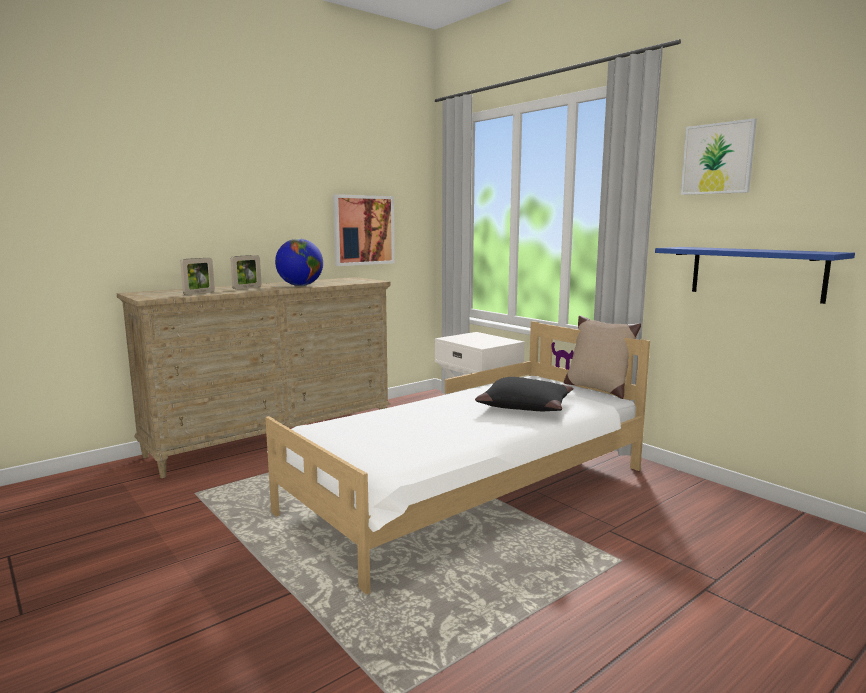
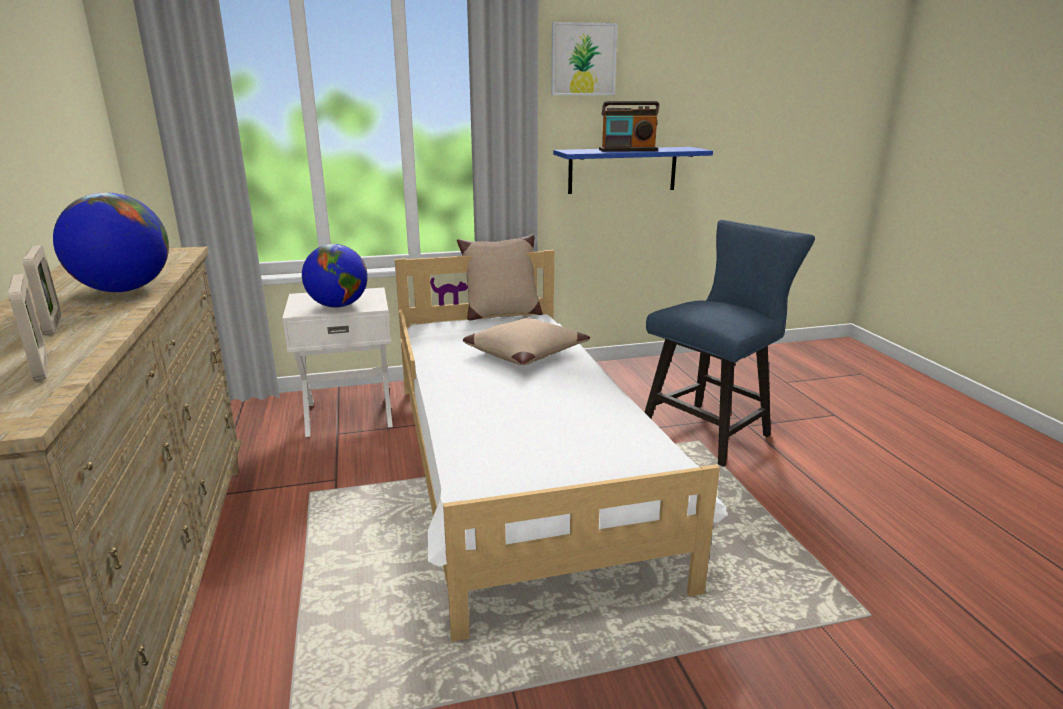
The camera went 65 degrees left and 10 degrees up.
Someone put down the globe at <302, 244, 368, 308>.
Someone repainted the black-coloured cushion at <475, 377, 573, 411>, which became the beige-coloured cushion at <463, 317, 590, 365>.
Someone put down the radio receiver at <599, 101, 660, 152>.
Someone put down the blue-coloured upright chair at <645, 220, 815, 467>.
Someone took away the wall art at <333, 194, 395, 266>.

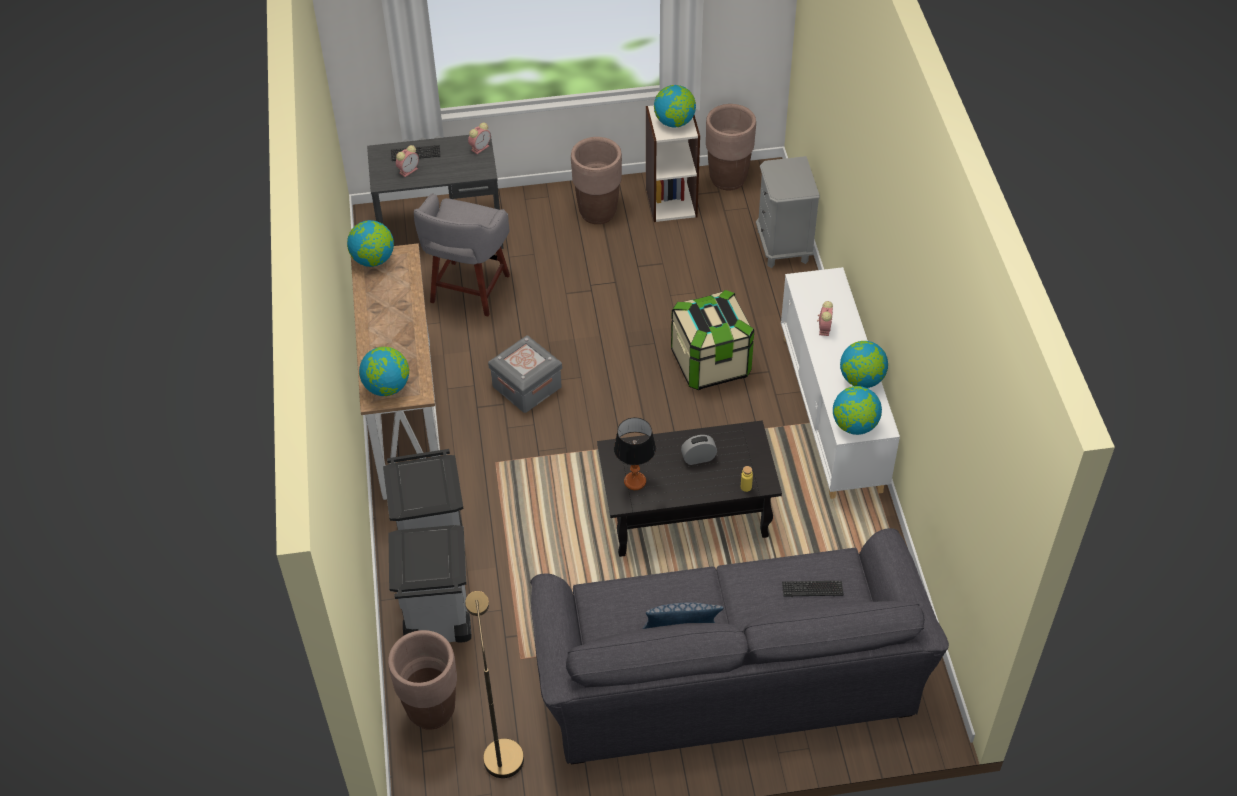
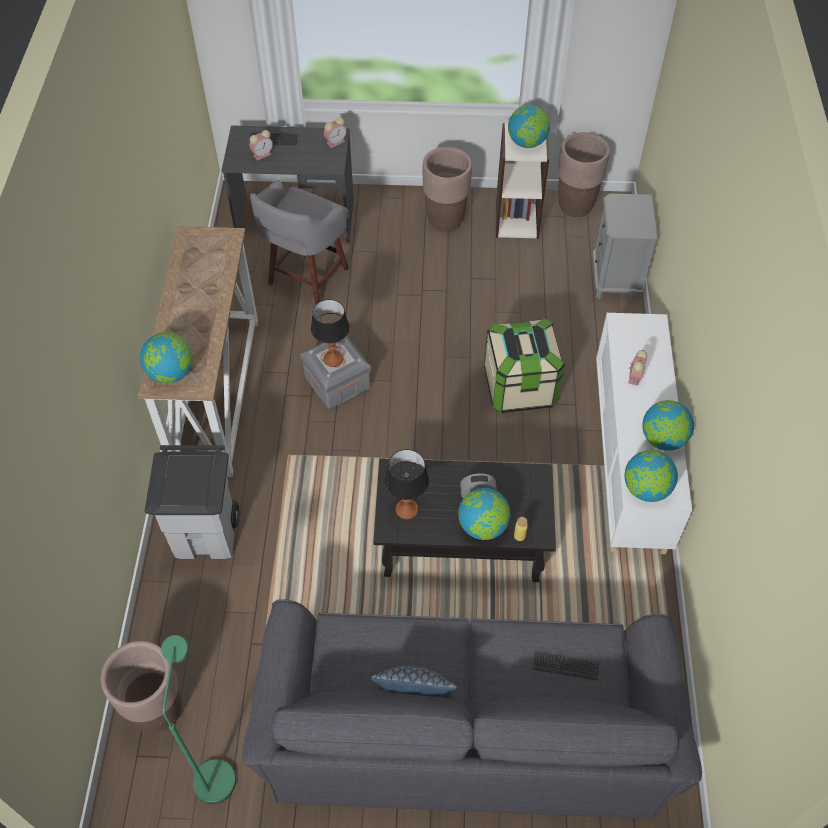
The camera went 10 degrees right and 5 degrees up.
Someone repainted the brownish standing lamp at <465, 591, 524, 778>, which became the green standing lamp at <161, 635, 236, 804>.
Someone put down the tabletop lamp at <311, 299, 350, 367>.
Someone carried the globe from <347, 220, 394, 267> to <458, 488, 511, 540>.
Someone took away the grey rubbish bin at <389, 525, 472, 643>.

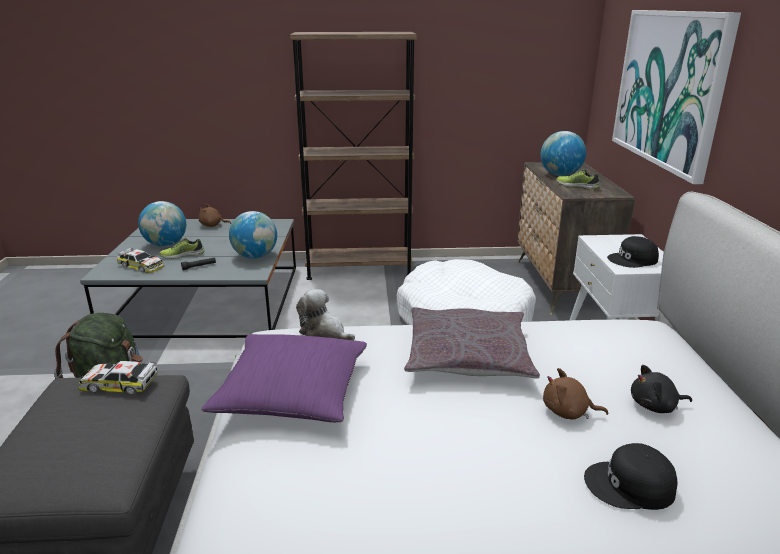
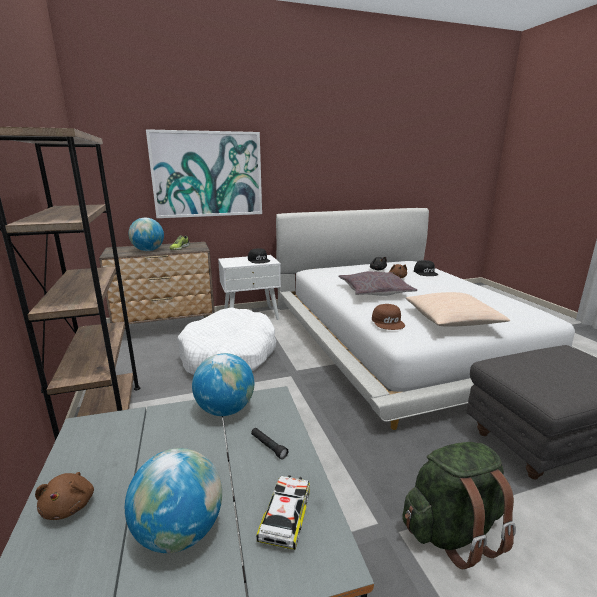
The camera went 105 degrees left and 5 degrees down.
Someone swapped the soft toy at <296, 289, 355, 340> for the brownish cap at <372, 304, 405, 330>.
Someone repainted the purple-coloured cushion at <201, 334, 367, 422>, which became the beige-coloured cushion at <406, 292, 510, 327>.
Someone took away the miniature car at <78, 361, 158, 395>.
Someone took away the item of footwear at <159, 238, 204, 259>.

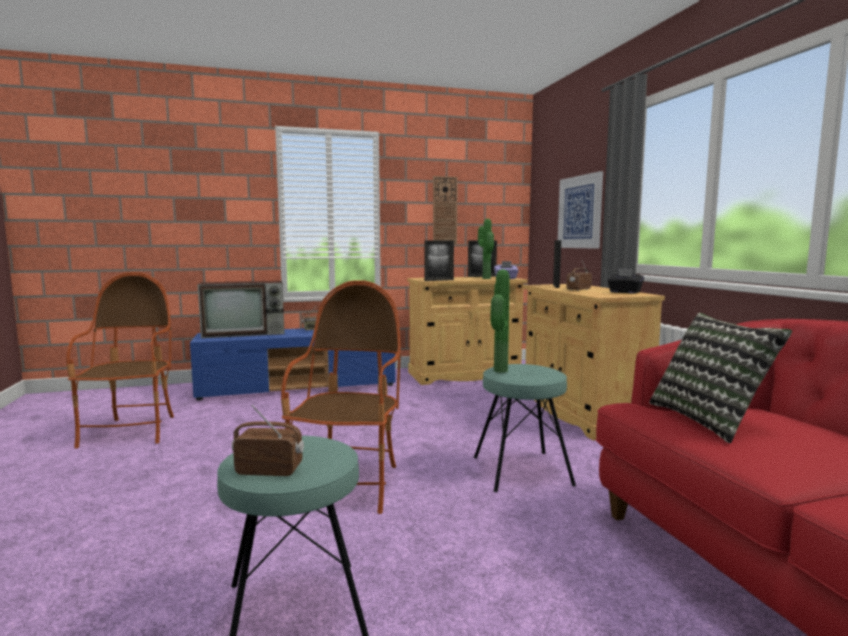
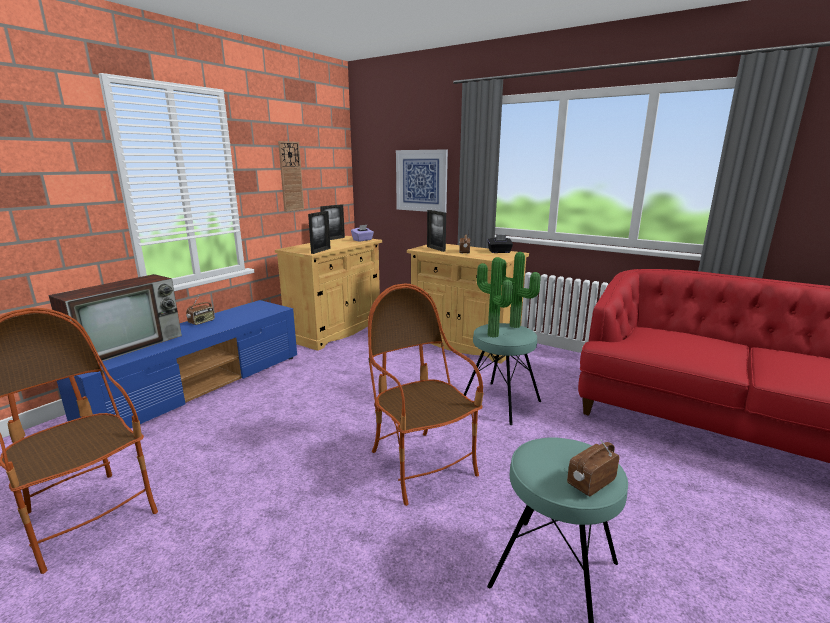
The camera went 40 degrees left and 10 degrees up.
Someone carried the houseplant from <478, 219, 494, 279> to <502, 252, 540, 328>.
Someone took away the cushion at <649, 313, 792, 444>.

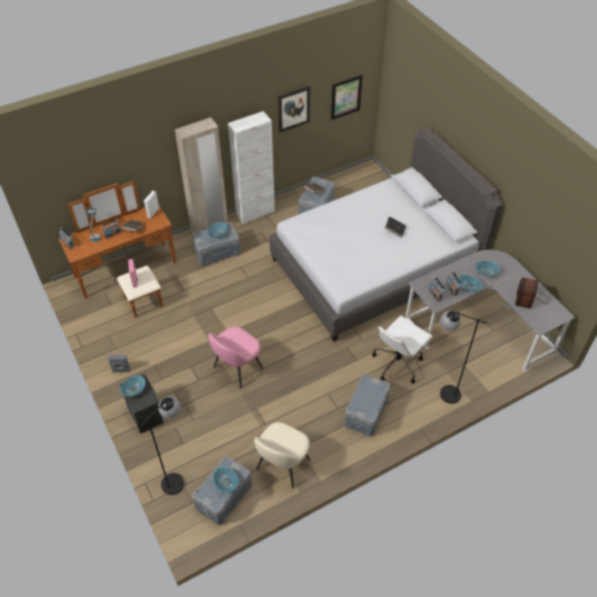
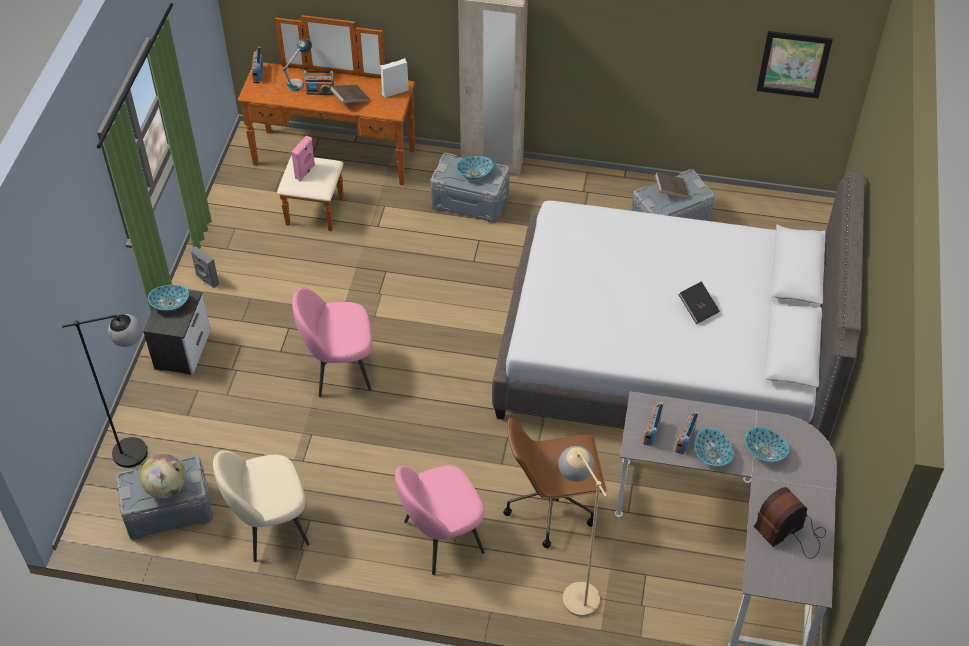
The camera went 40 degrees right and 0 degrees up.
Someone swapped the deep dish at <213, 467, 239, 492> for the globe at <140, 454, 186, 499>.
Someone swapped the grey storage bin at <344, 374, 391, 436> for the pink upright chair at <395, 465, 485, 575>.
Someone repainted the white-coloured office chair at <372, 316, 432, 383>, which became the brownish office chair at <503, 417, 606, 548>.
Someone repainted the black-coloured standing lamp at <440, 311, 487, 404>, which became the beige-coloured standing lamp at <558, 446, 607, 617>.
Someone took away the white-coloured storage cabinet at <228, 111, 275, 224>.
Someone took away the wall art at <278, 86, 310, 133>.

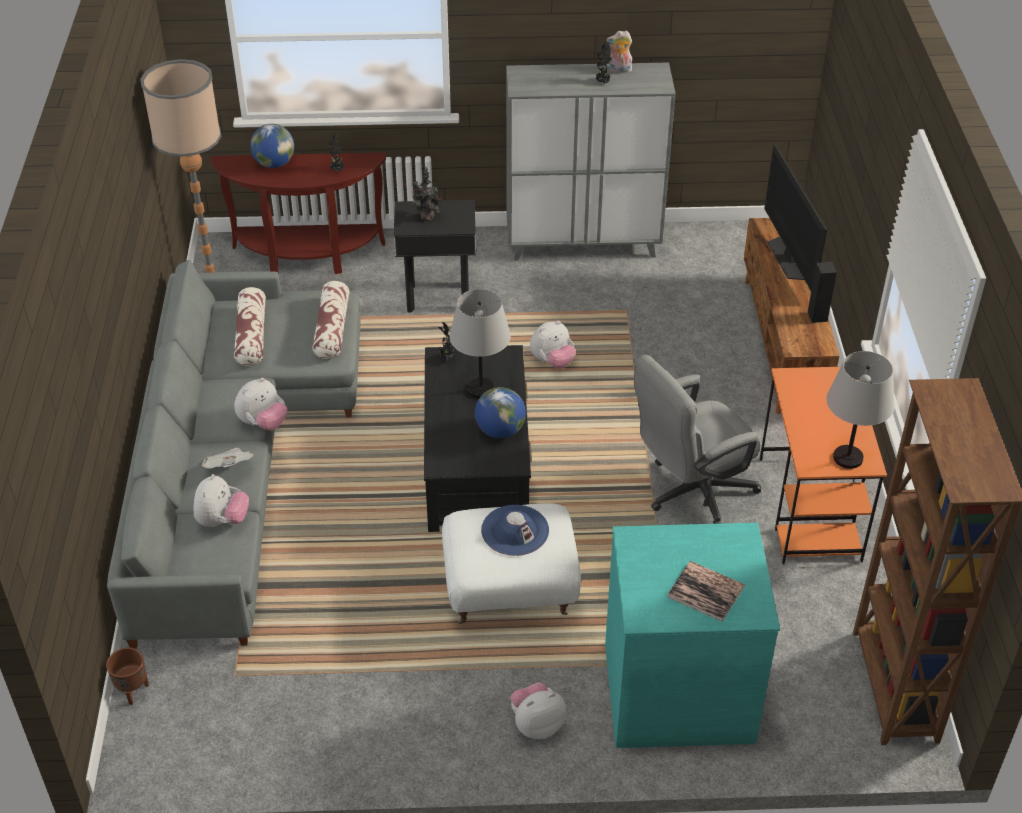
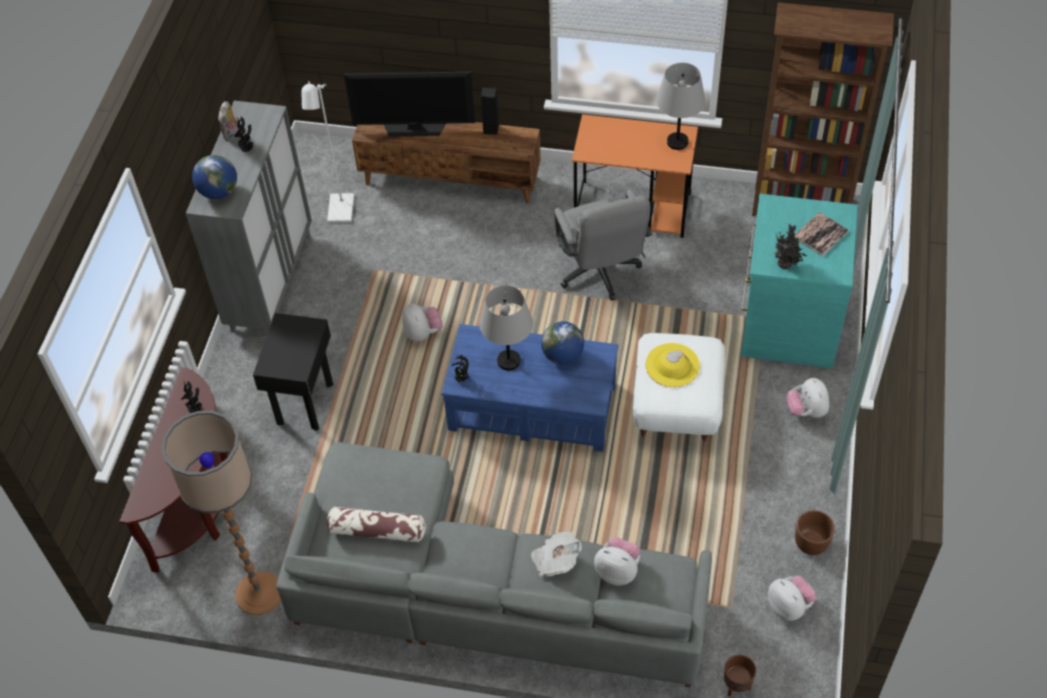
The camera went 75 degrees left and 10 degrees up.
Someone carried the globe from <250, 124, 294, 168> to <192, 155, 237, 199>.
Someone put down the white-coloured standing lamp at <302, 81, 354, 223>.
Someone repainted the black-coloured low table at <424, 345, 532, 532>, which became the blue-coloured low table at <441, 324, 619, 452>.
Someone repainted the blue-coloured clothing hat at <481, 505, 549, 556>, which became the yellowish clothing hat at <645, 343, 700, 387>.
Someone carried the soft toy from <234, 378, 287, 430> to <768, 576, 816, 621>.
Someone carried the houseplant from <412, 167, 444, 221> to <774, 224, 807, 269>.
Someone put down the brownish flower pot at <795, 510, 835, 555>.
Someone took away the cushion at <312, 281, 350, 359>.

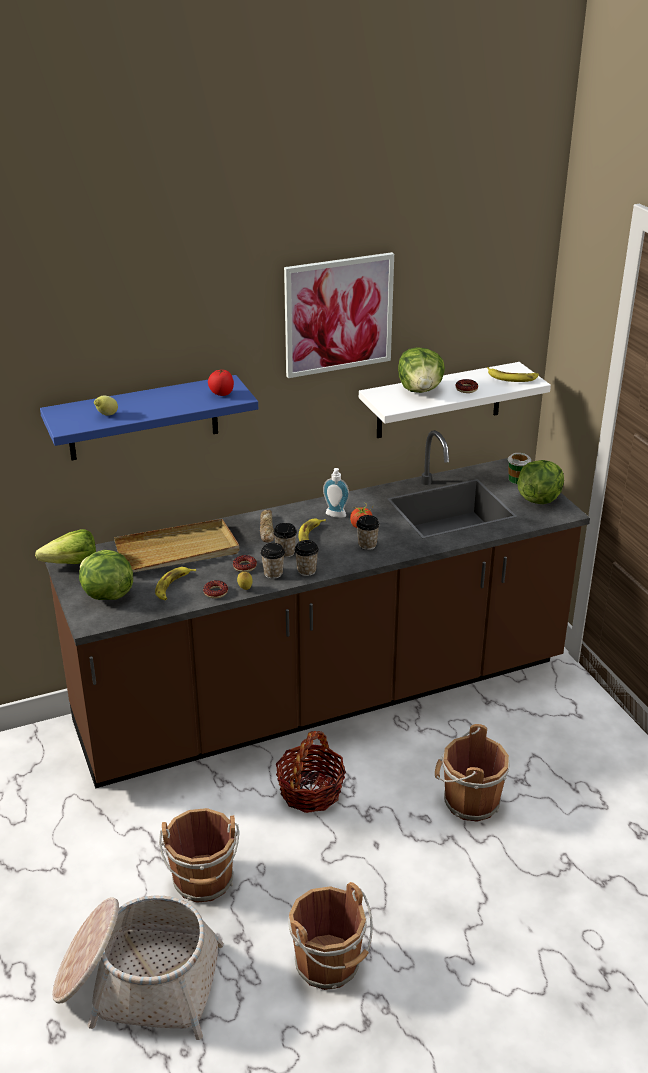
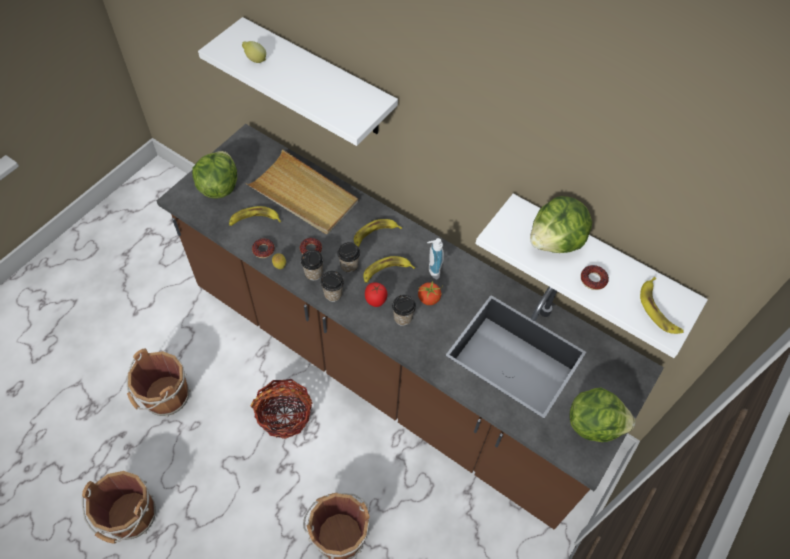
The camera went 55 degrees right and 25 degrees up.
Someone repainted the blue-coloured wall shelf at <40, 375, 258, 460>, which became the white-coloured wall shelf at <198, 17, 398, 146>.
Someone swapped the baked bread at <260, 510, 274, 543> for the banana at <354, 219, 402, 247>.
Someone carried the fresh tomato from <208, 369, 234, 396> to <365, 282, 387, 307>.
Someone took away the lettuce at <35, 529, 96, 564>.
Someone took away the basket at <52, 896, 224, 1040>.
Someone took away the wall art at <284, 252, 394, 378>.
Someone took away the small cup at <508, 453, 531, 484>.

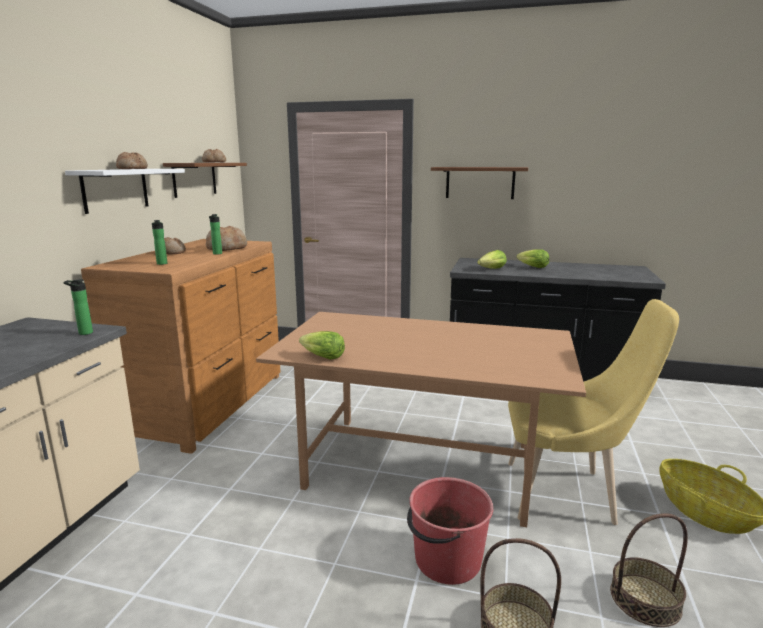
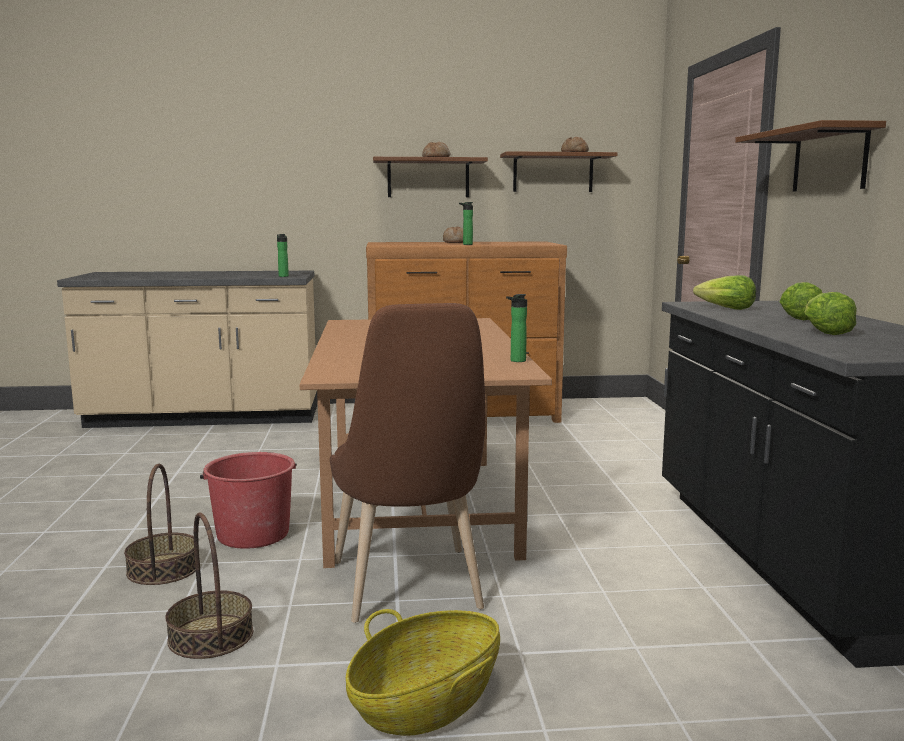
The camera went 70 degrees right and 5 degrees down.
Someone repainted the yellowish upright chair at <508, 299, 679, 525>, which became the brownish upright chair at <330, 303, 486, 623>.
Someone repainted the white-coloured wall shelf at <65, 169, 185, 214>, which became the brownish wall shelf at <373, 157, 488, 197>.
Someone carried the beverage bottle from <152, 220, 167, 265> to <506, 294, 527, 362>.
Someone carried the lettuce from <299, 331, 345, 360> to <804, 292, 857, 335>.
Someone took away the baked bread at <206, 226, 247, 251>.

